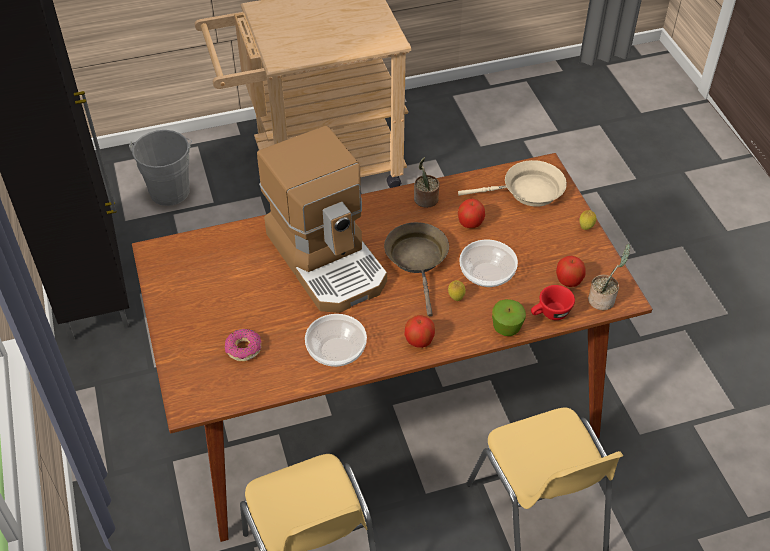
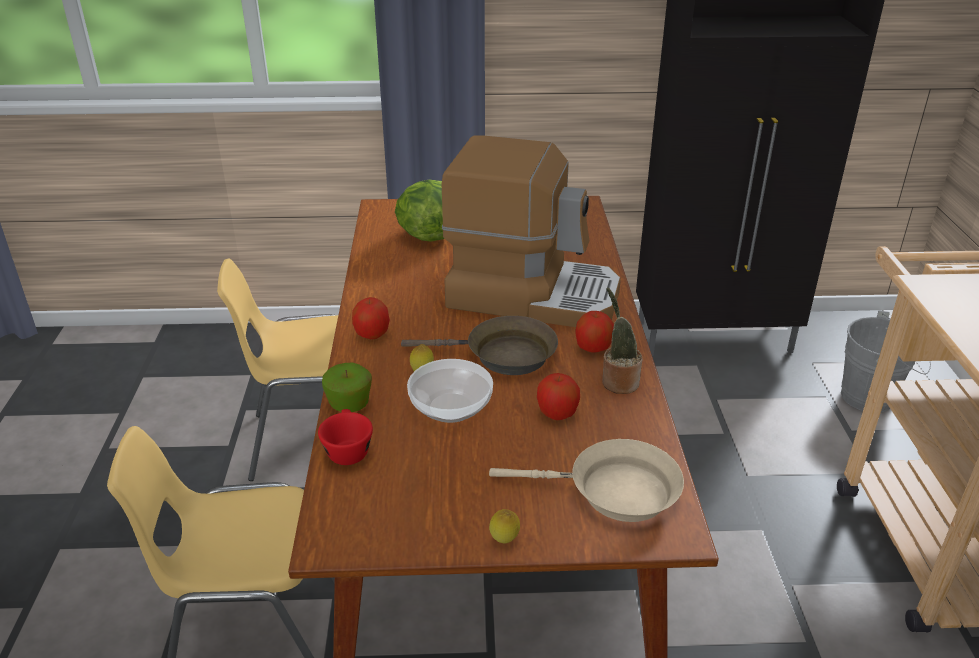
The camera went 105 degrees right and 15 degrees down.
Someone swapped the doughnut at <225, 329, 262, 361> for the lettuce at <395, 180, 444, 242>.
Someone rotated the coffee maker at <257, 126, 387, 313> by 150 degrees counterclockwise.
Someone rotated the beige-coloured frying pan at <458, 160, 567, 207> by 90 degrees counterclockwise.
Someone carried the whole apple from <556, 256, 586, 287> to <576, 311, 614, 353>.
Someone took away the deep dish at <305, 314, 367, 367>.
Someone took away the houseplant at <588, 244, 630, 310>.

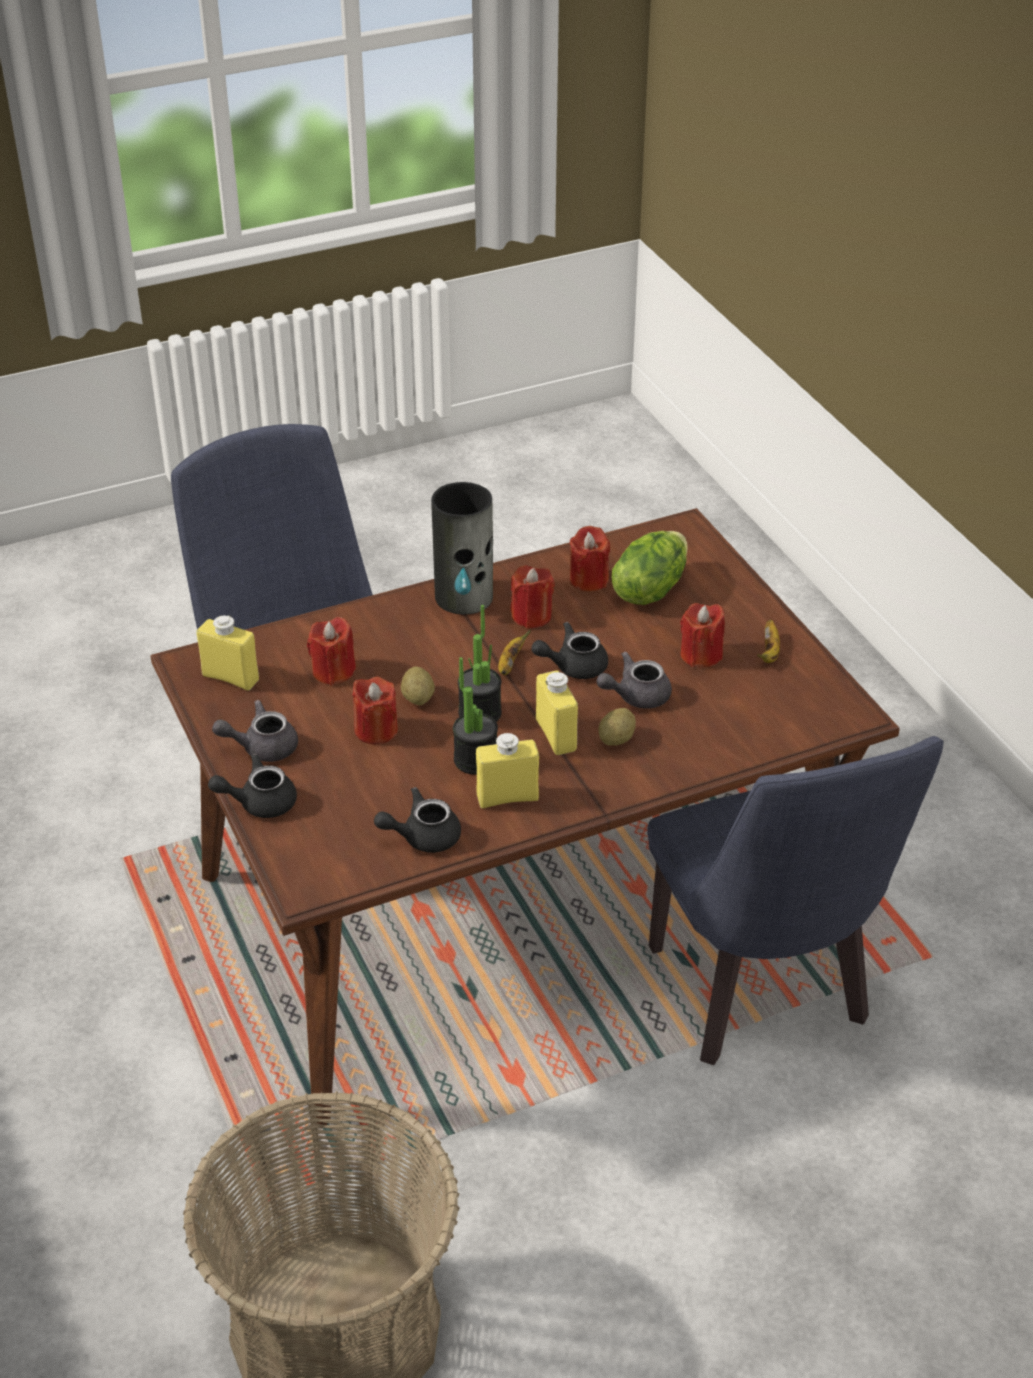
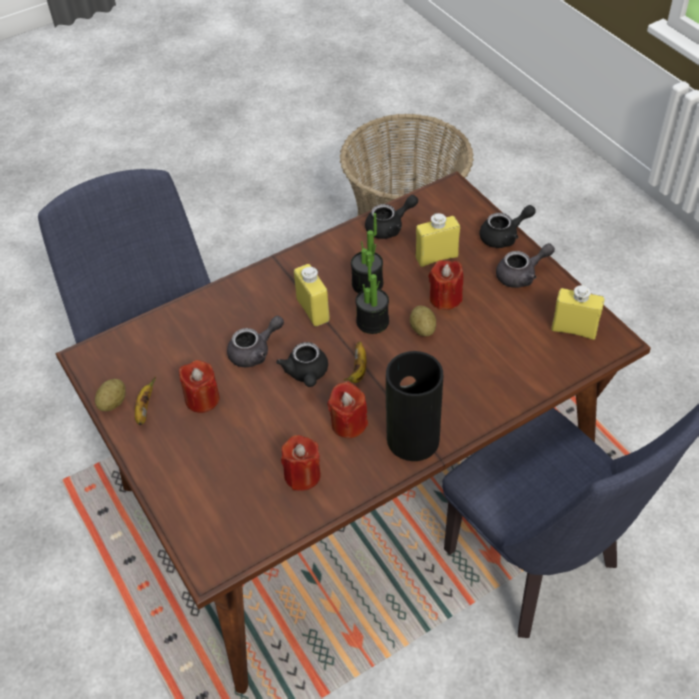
The camera went 175 degrees right and 10 degrees up.
Someone carried the potato from <599, 708, 636, 746> to <95, 379, 125, 411>.
Someone rotated the black-coloured tea pot at <531, 622, 608, 679> by 105 degrees clockwise.
Someone carried the yellowish beverage bottle from <476, 733, 539, 808> to <416, 213, 460, 267>.
Someone took away the reddish candle at <307, 617, 356, 685>.
Someone took away the lettuce at <612, 531, 688, 605>.

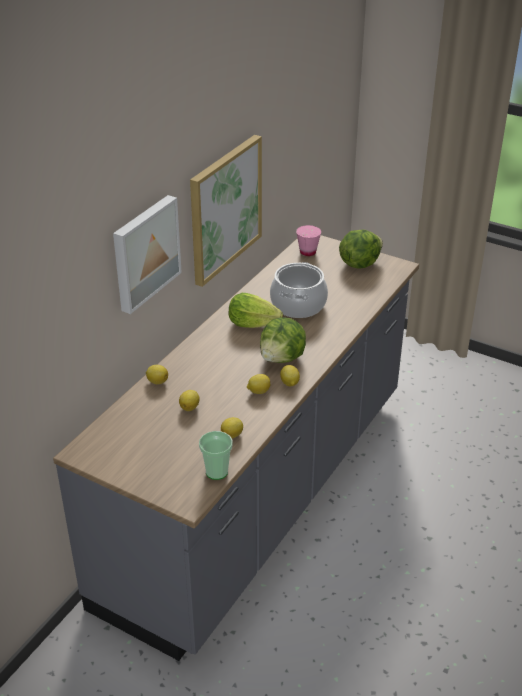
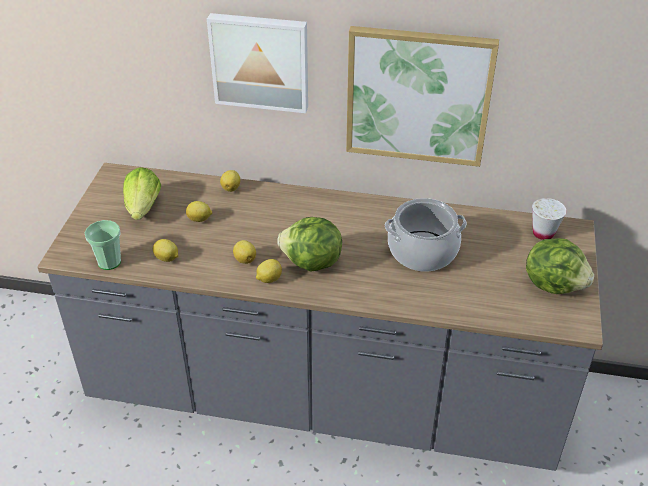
The camera went 70 degrees right and 5 degrees up.
Someone carried the lettuce from <229, 293, 283, 328> to <123, 167, 161, 220>.
Someone repainted the pink small cup at <296, 225, 321, 256>, which became the white-coloured small cup at <532, 198, 566, 240>.

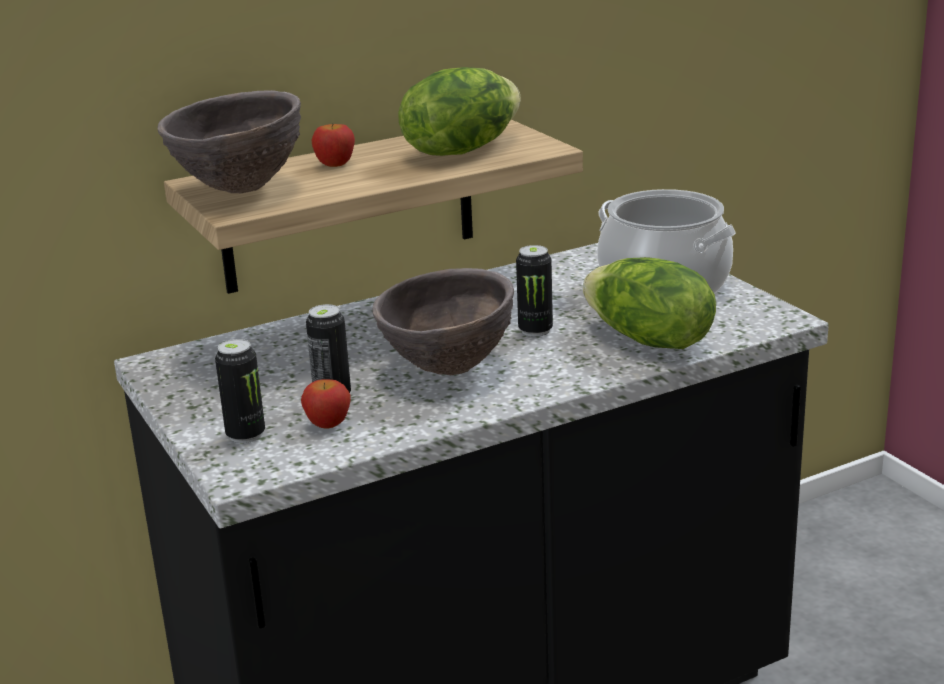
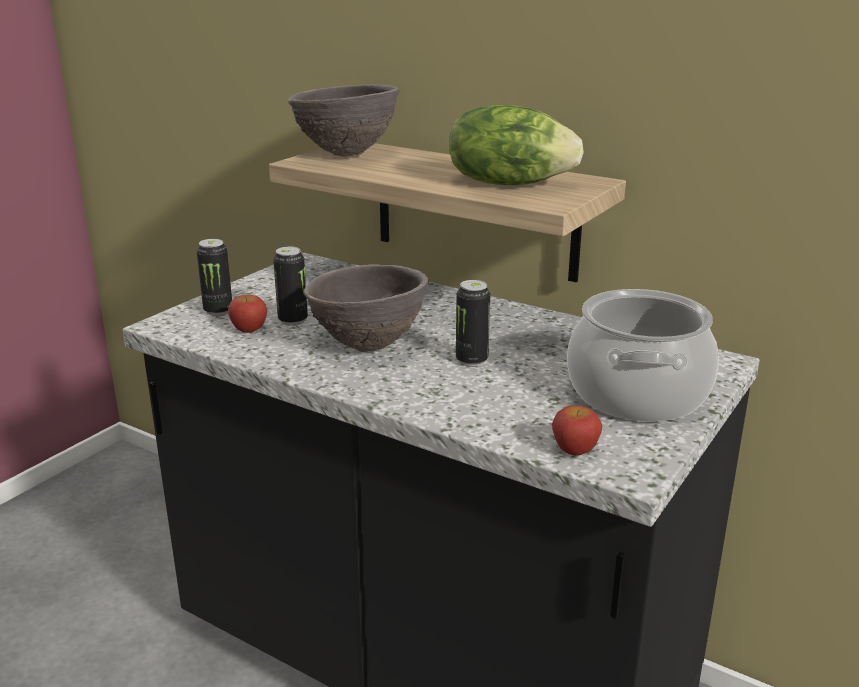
The camera went 60 degrees right and 0 degrees up.
Someone carried the whole apple from <311, 124, 355, 167> to <552, 405, 602, 456>.
Someone took away the lettuce at <583, 257, 716, 349>.

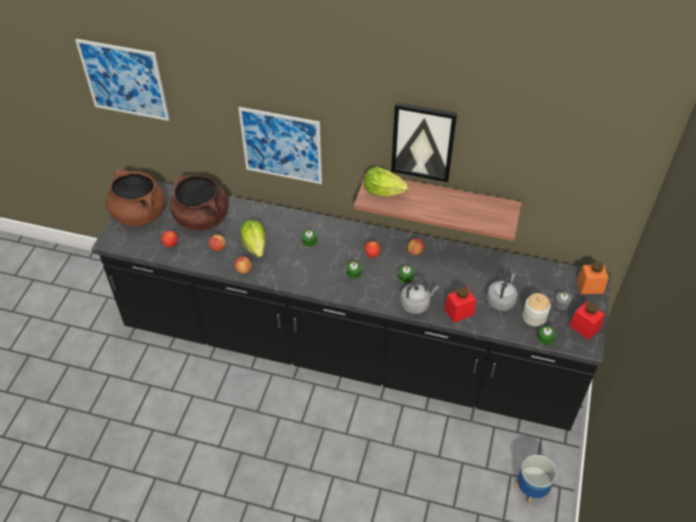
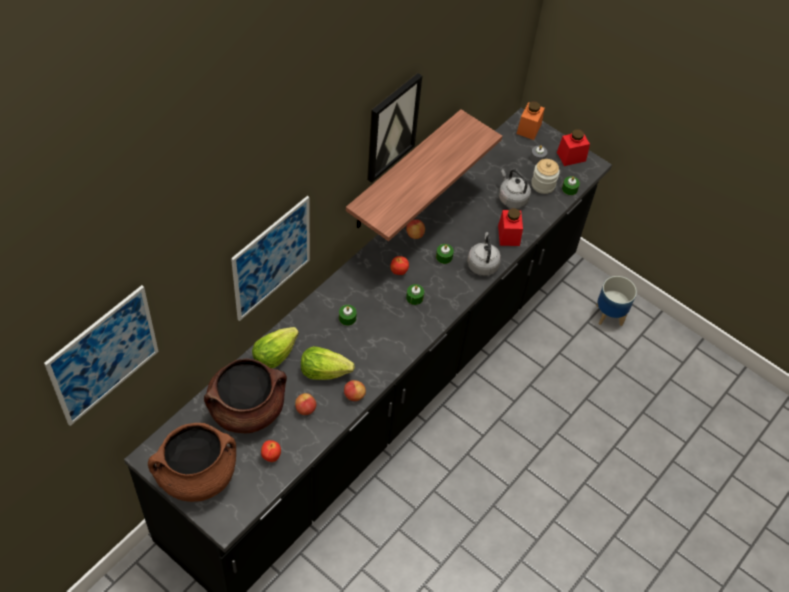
The camera went 70 degrees left and 5 degrees up.
Someone carried the lettuce from <364, 167, 409, 196> to <252, 327, 299, 368>.

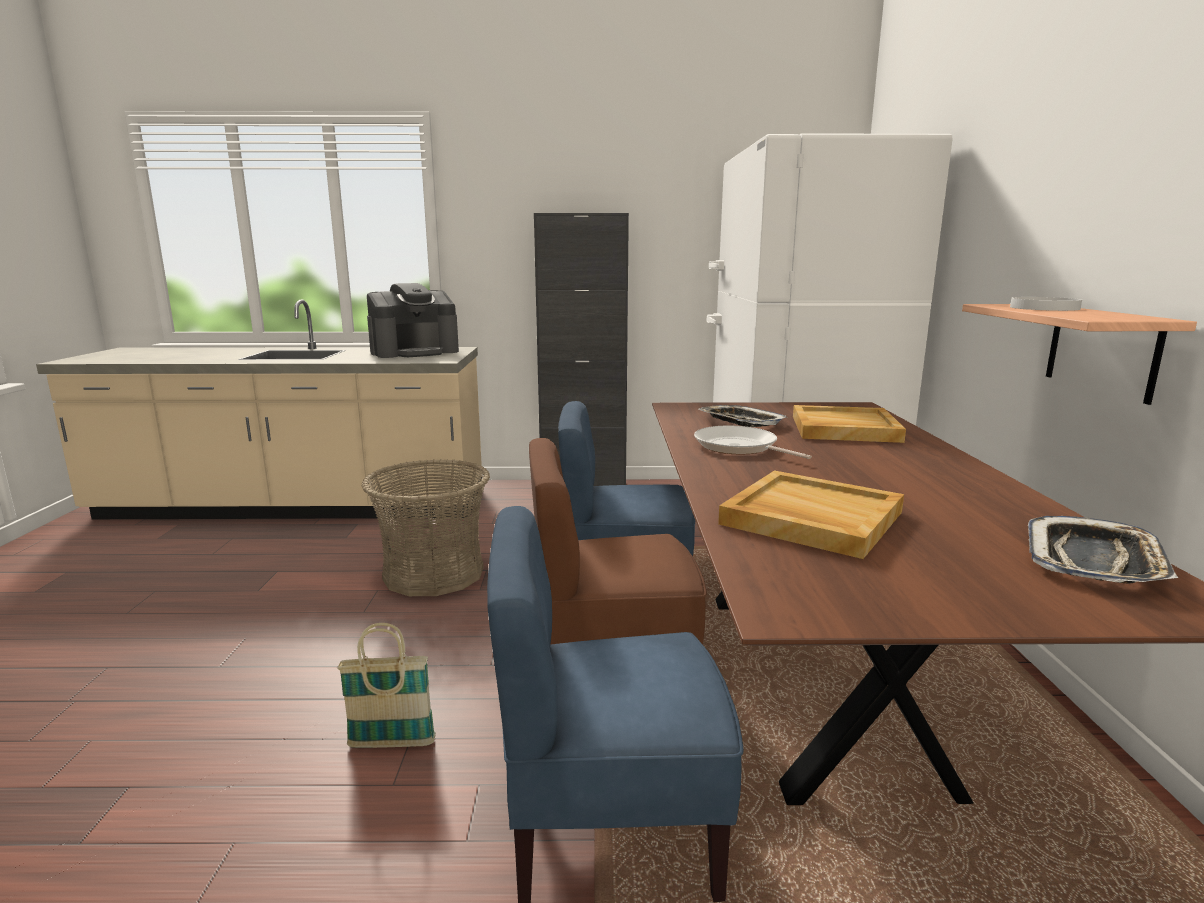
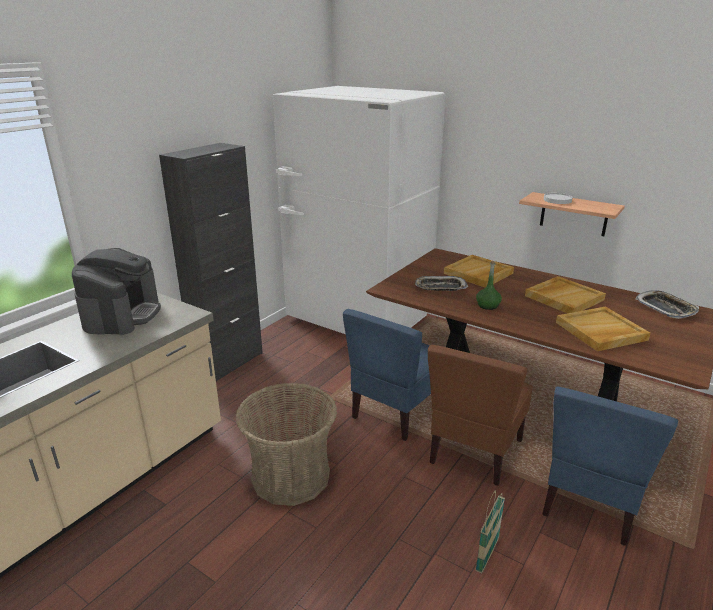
The camera went 55 degrees left and 10 degrees up.
Someone swapped the frying pan at <694, 426, 812, 459> for the green beverage bottle at <476, 261, 502, 310>.
Someone put down the beige-coloured carrying tray at <525, 276, 606, 313>.

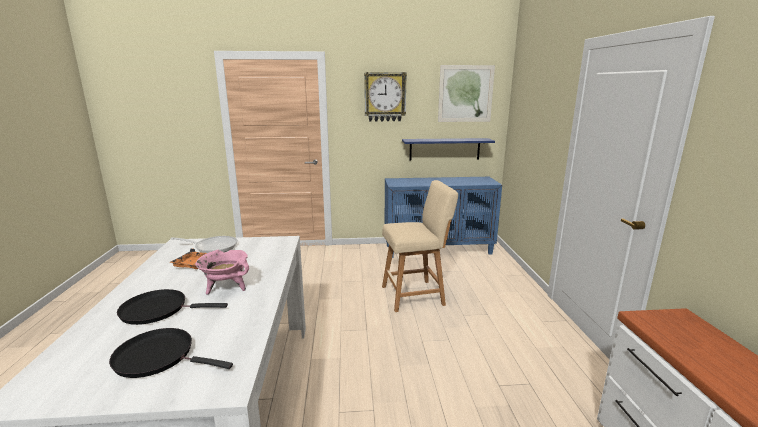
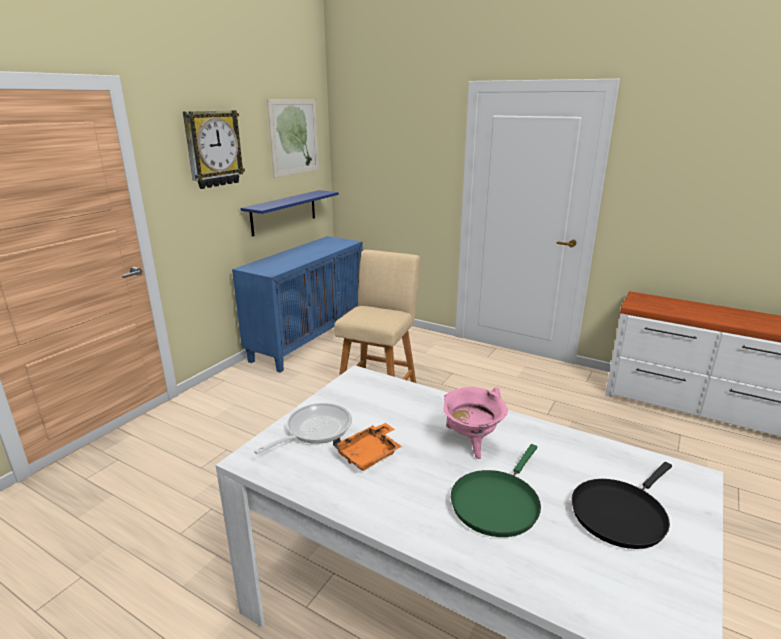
The camera went 55 degrees left and 5 degrees up.
Someone repainted the black-coloured frying pan at <117, 289, 228, 325>, which became the green frying pan at <451, 444, 541, 537>.

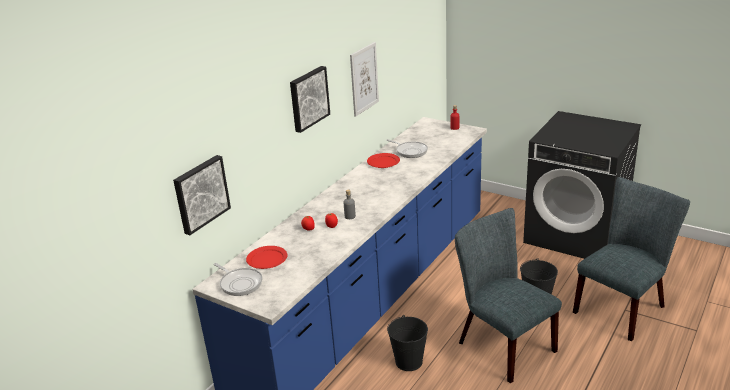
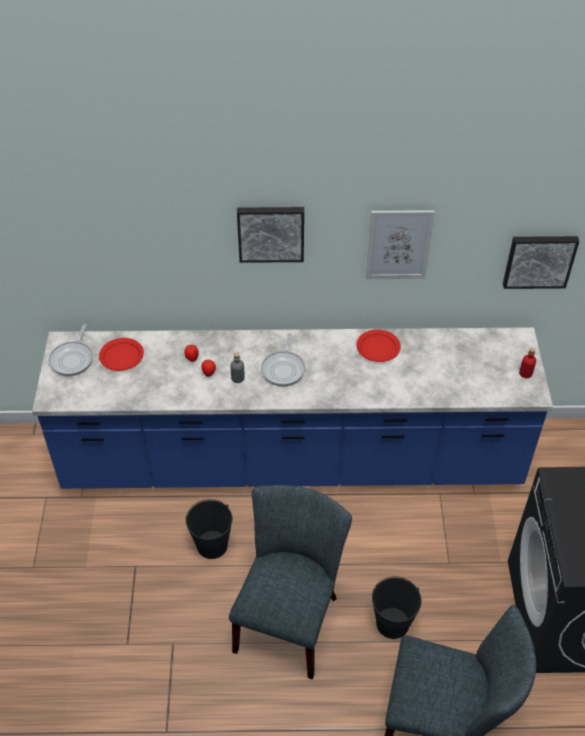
The camera went 55 degrees right and 20 degrees up.
Someone carried the frying pan from <386, 139, 428, 158> to <261, 333, 305, 387>.
Someone carried the wall art from <173, 155, 231, 235> to <503, 236, 579, 289>.

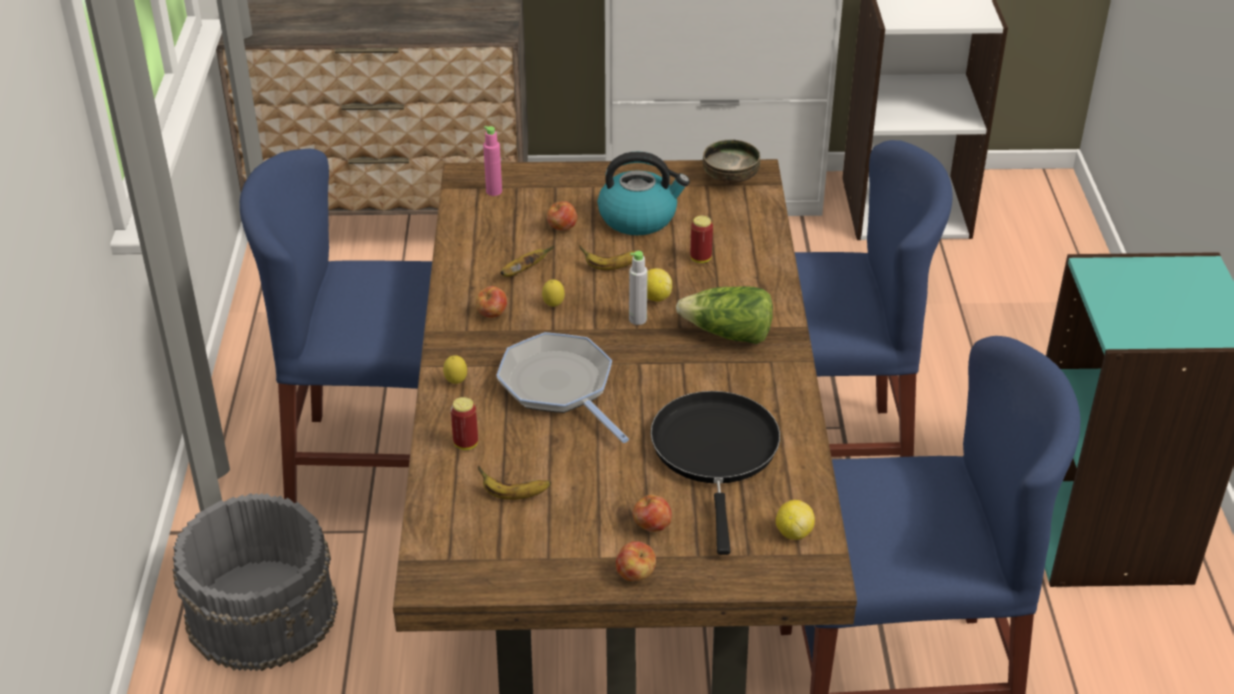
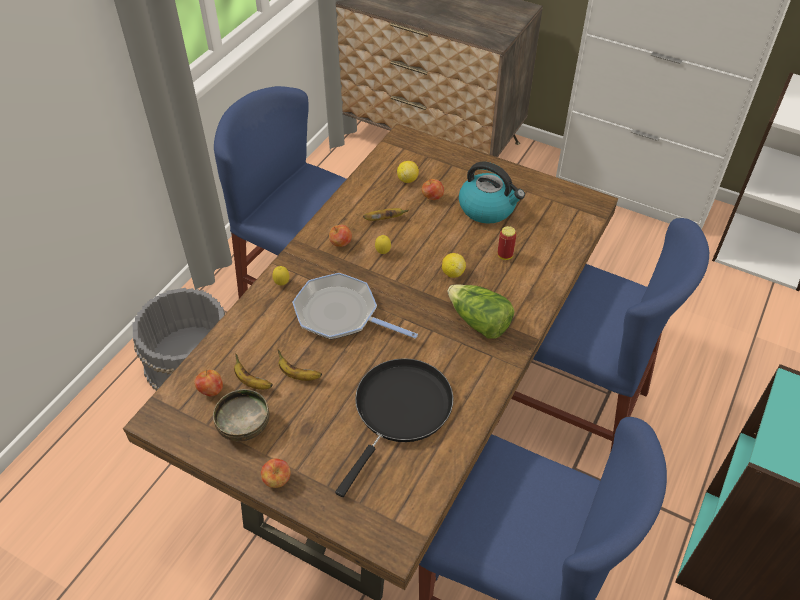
The camera went 30 degrees right and 10 degrees up.
Someone carried the whole apple from <633, 495, 672, 532> to <194, 370, 223, 397>.
Someone carried the deep dish from <703, 140, 760, 184> to <213, 389, 269, 442>.
Someone carried the banana from <579, 246, 642, 270> to <278, 350, 322, 381>.
Someone rotated the frying pan at <496, 332, 629, 443> by 60 degrees counterclockwise.
Someone carried the citrus fruit from <776, 500, 815, 540> to <397, 161, 419, 183>.
Someone took away the metal can at <451, 397, 478, 450>.
Someone took away the pink beverage bottle at <483, 126, 502, 196>.
Someone took away the grey beverage bottle at <629, 251, 648, 325>.

